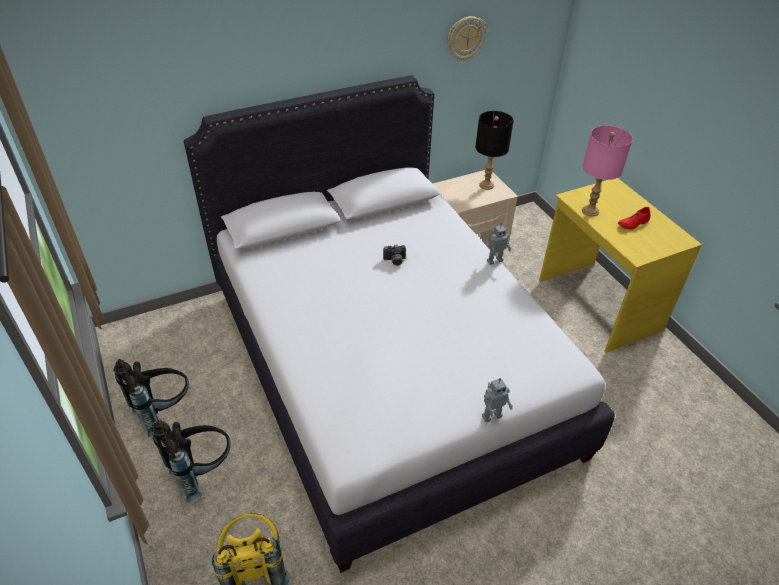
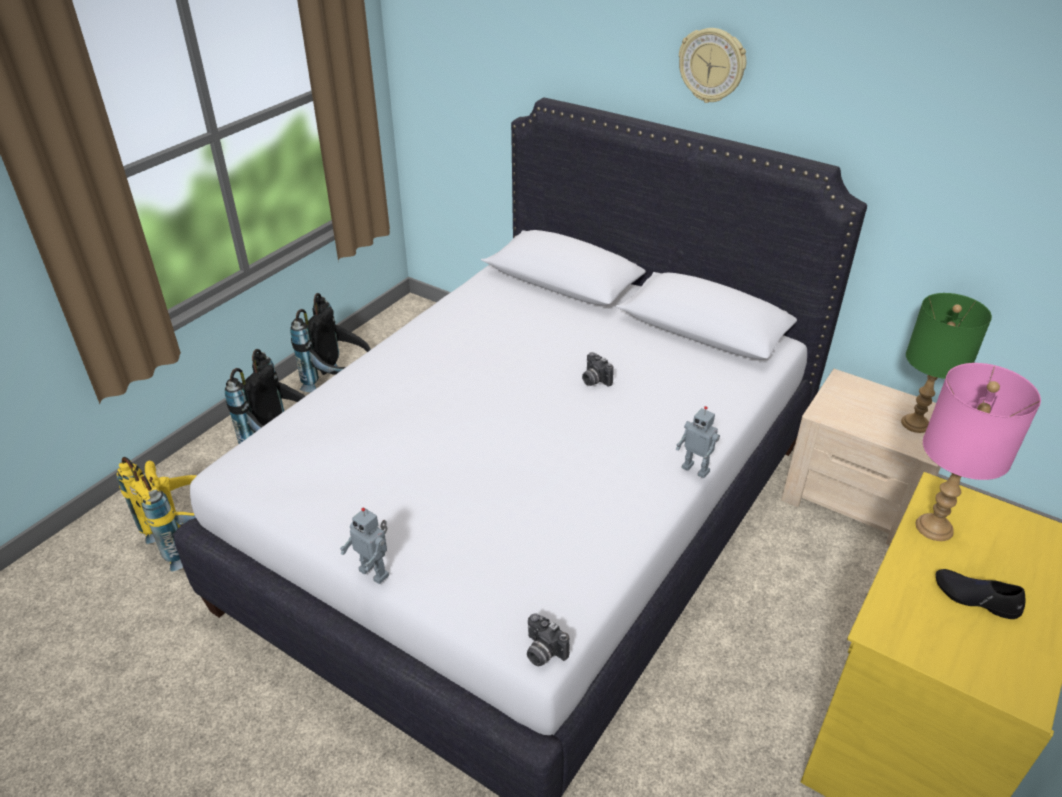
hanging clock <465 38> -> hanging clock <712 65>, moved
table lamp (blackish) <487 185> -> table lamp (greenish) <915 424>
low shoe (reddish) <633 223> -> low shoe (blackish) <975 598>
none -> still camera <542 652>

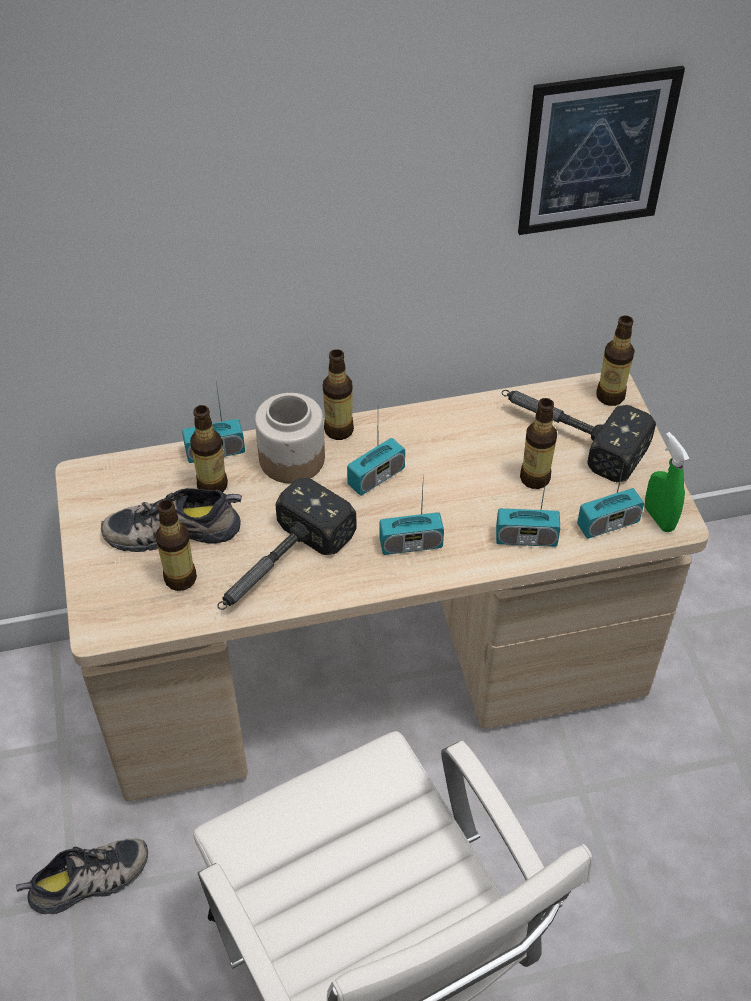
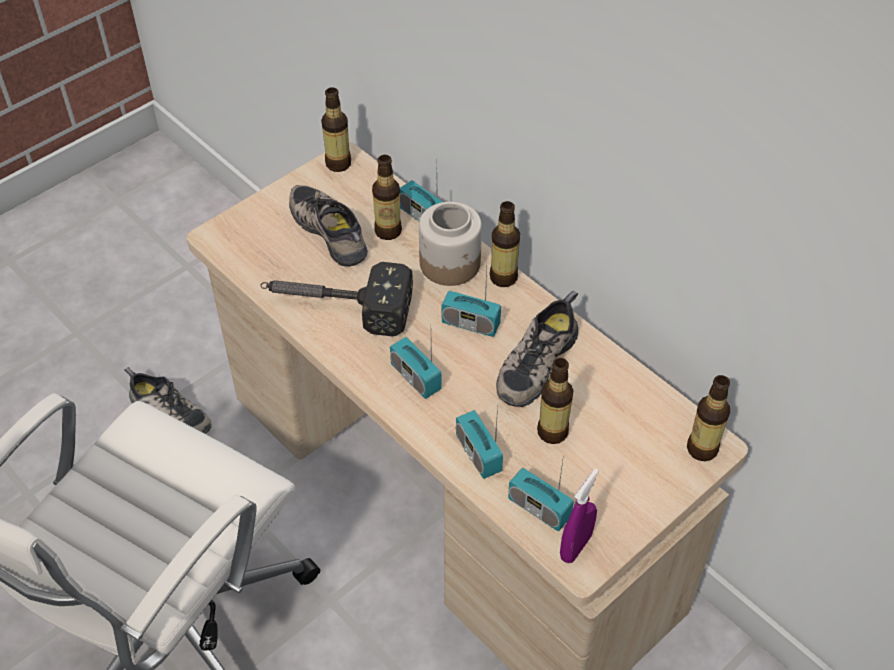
bottle <180 578> -> bottle <338 164>, moved
tool hammer <567 435> -> none
wall picture <596 152> -> none
sprayer (greenish) <659 518> -> sprayer (purple-coloured) <575 547>
none -> low shoe <535 361>

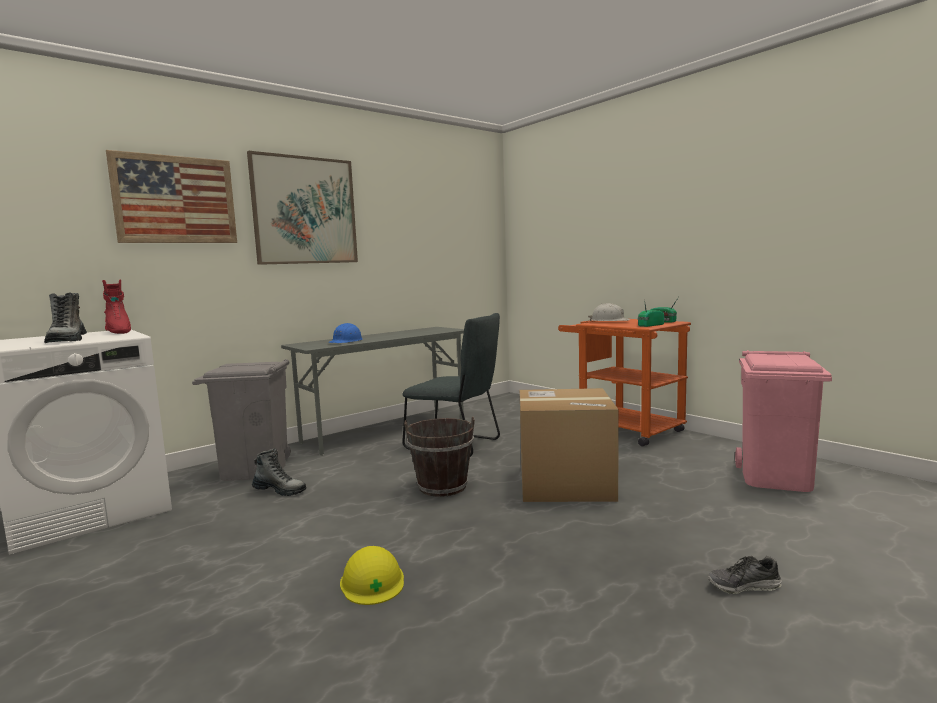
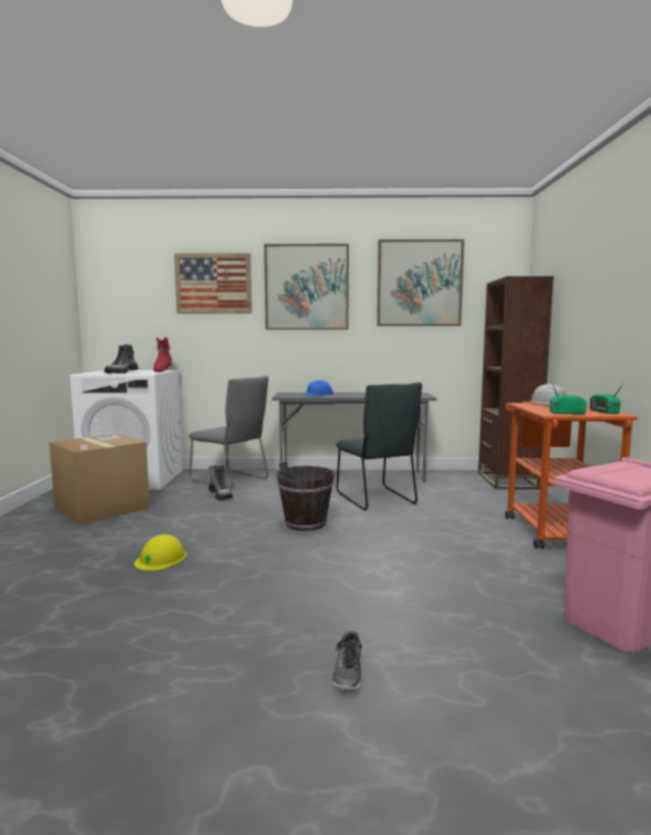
waste bin (gray) <254 470> -> plain chair (gray) <231 480>
carton <565 483> -> carton <102 508>, moved
low shoe <744 586> -> low shoe <348 674>, 120 degrees counterclockwise
none -> wall picture <419 283>
none -> bookcase (brown) <507 480>

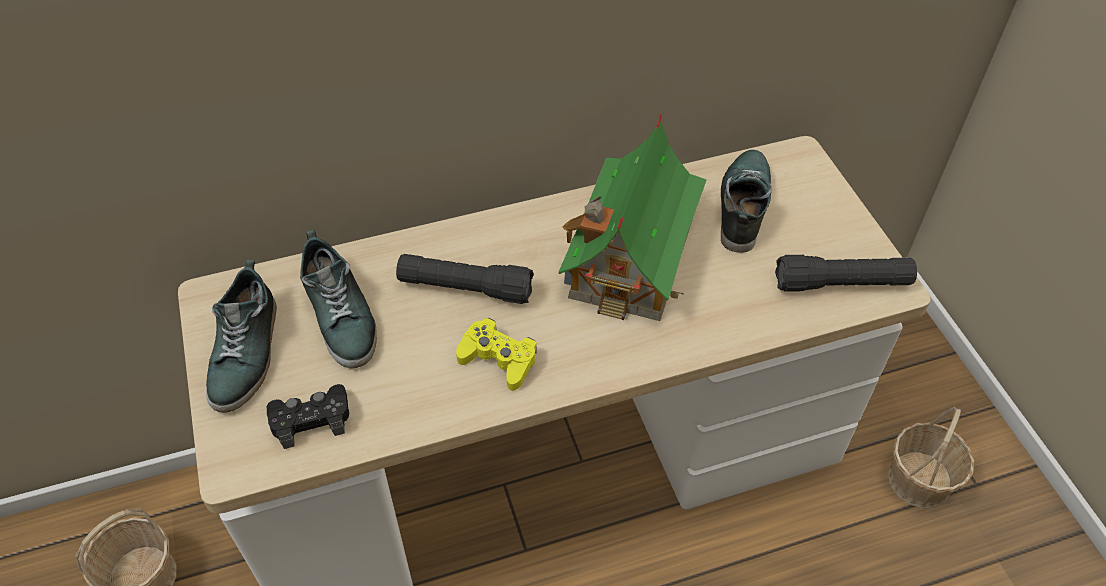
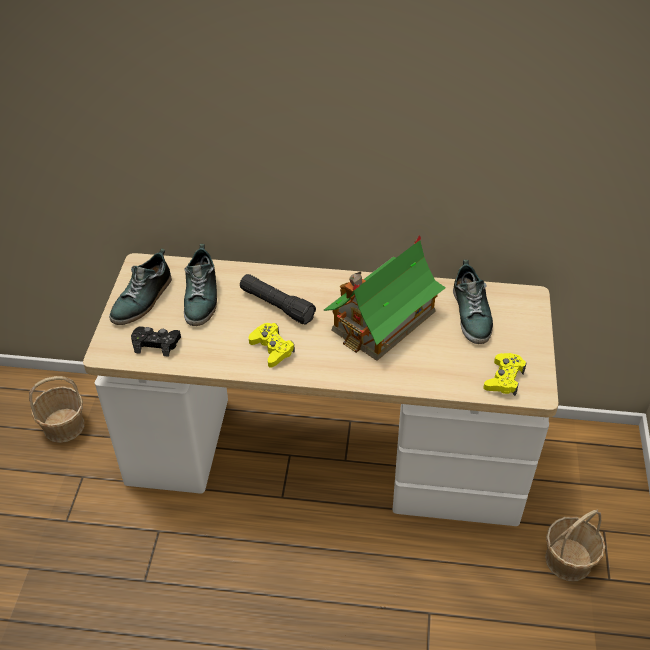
low shoe <742 205> -> low shoe <472 314>, 135 degrees clockwise
hand torch (blackish) <841 284> -> joypad (yellow) <504 379>

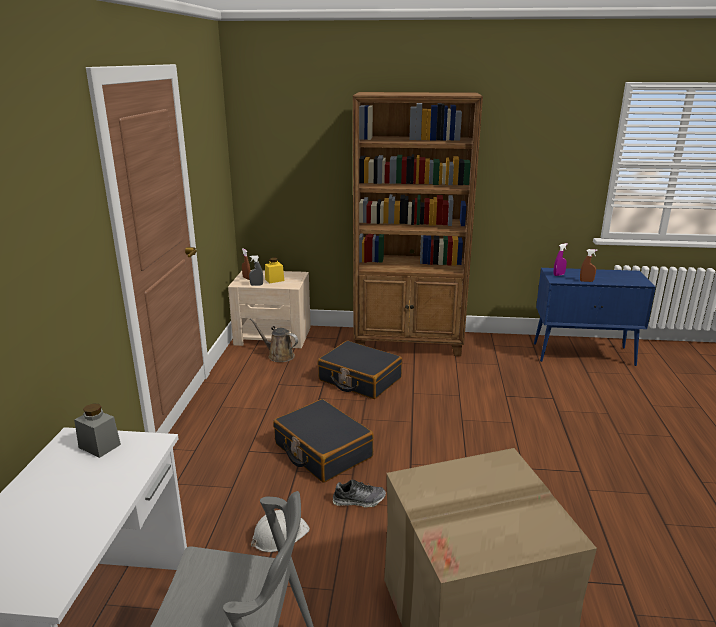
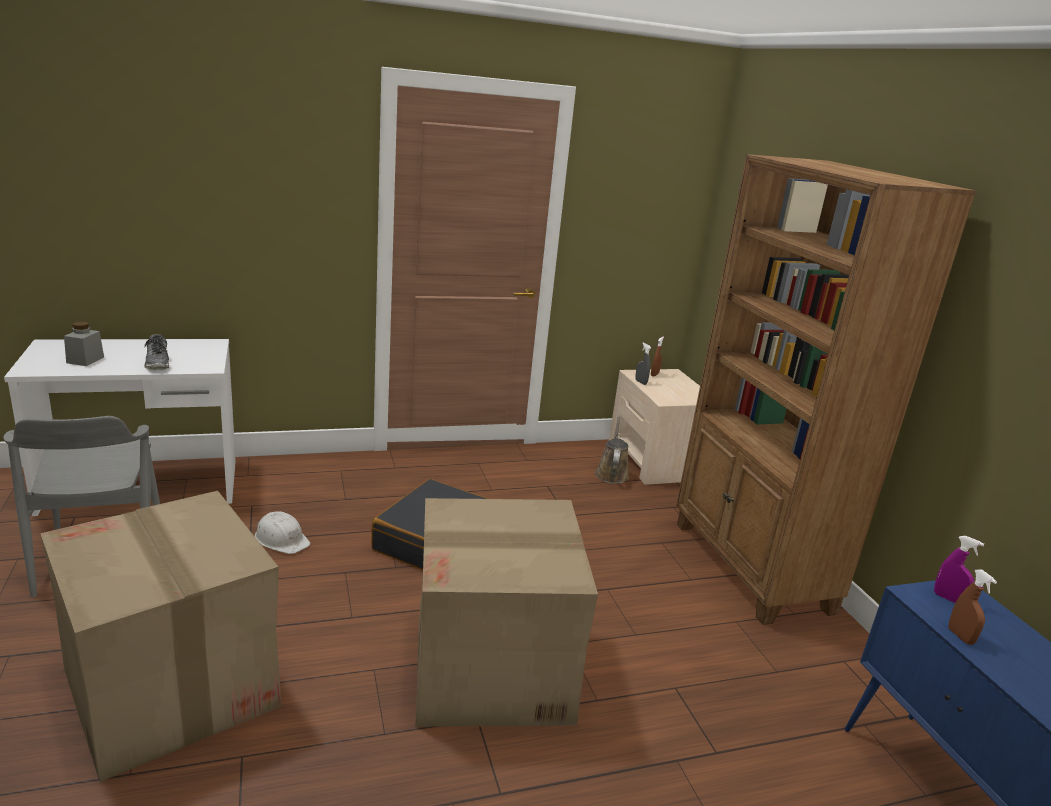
storage jar (gray) <99 446> -> storage jar (gray) <85 360>, moved
storage jar (yellow) <274 280> -> none
travel case (blackish) <359 379> -> none
low shoe <359 500> -> low shoe <158 363>, moved
none -> carton <493 668>

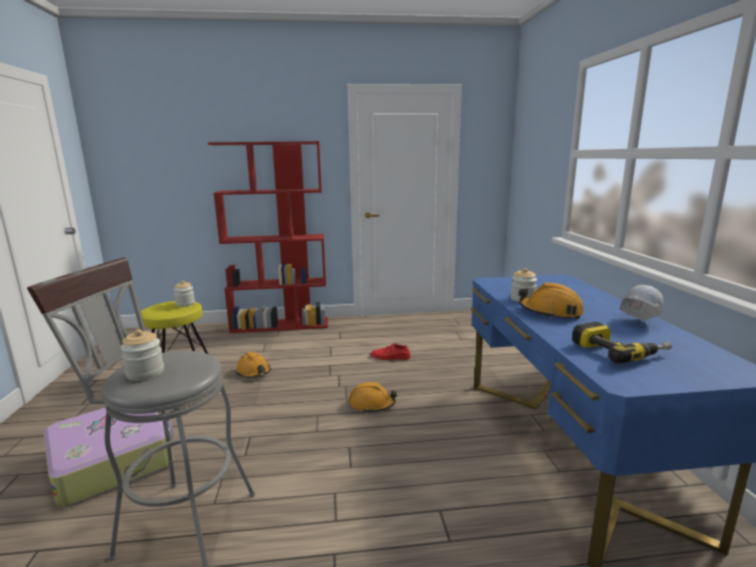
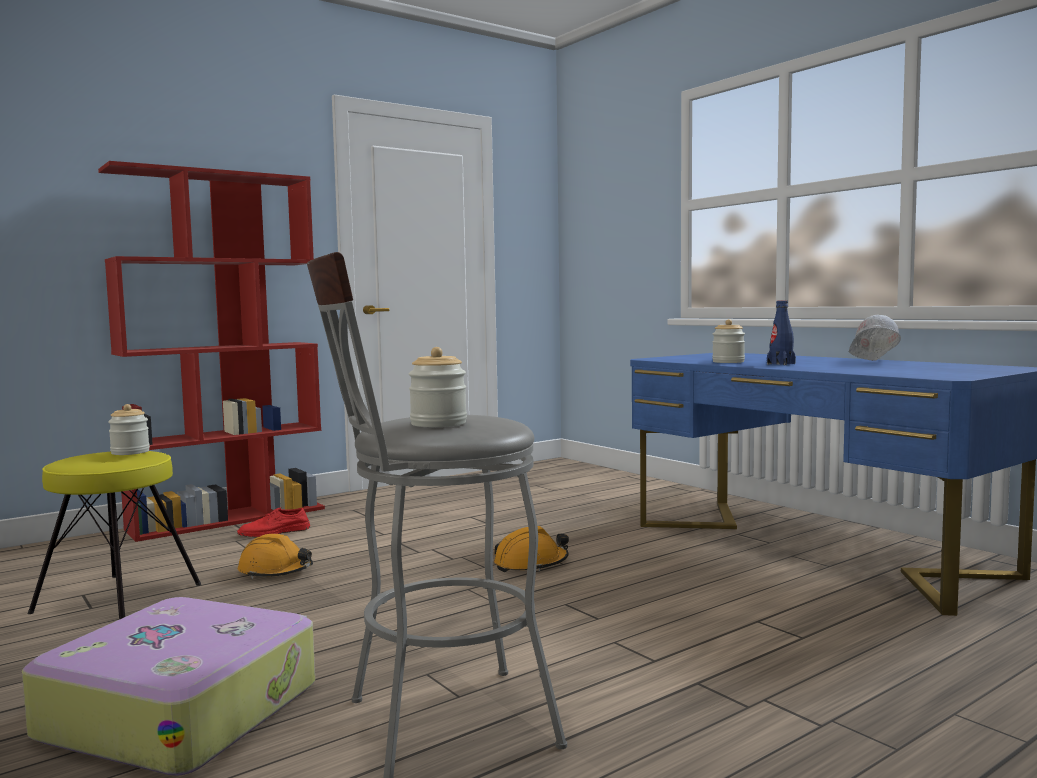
low shoe (reddish) <390 357> -> low shoe (reddish) <274 532>, moved
work helmet (orangey) <550 312> -> bottle (blue-coloured) <781 364>
electric drill <619 351> -> none

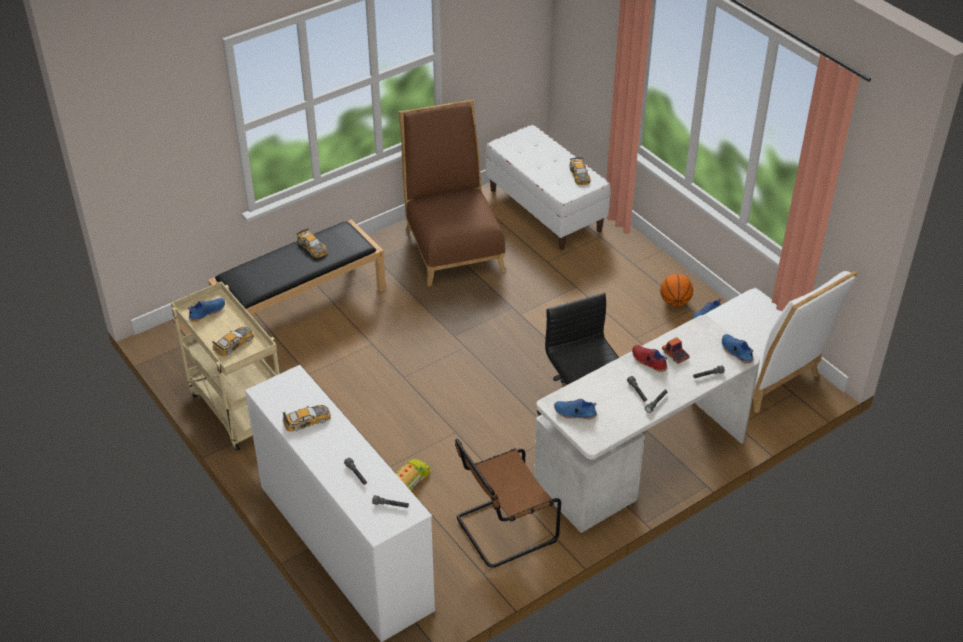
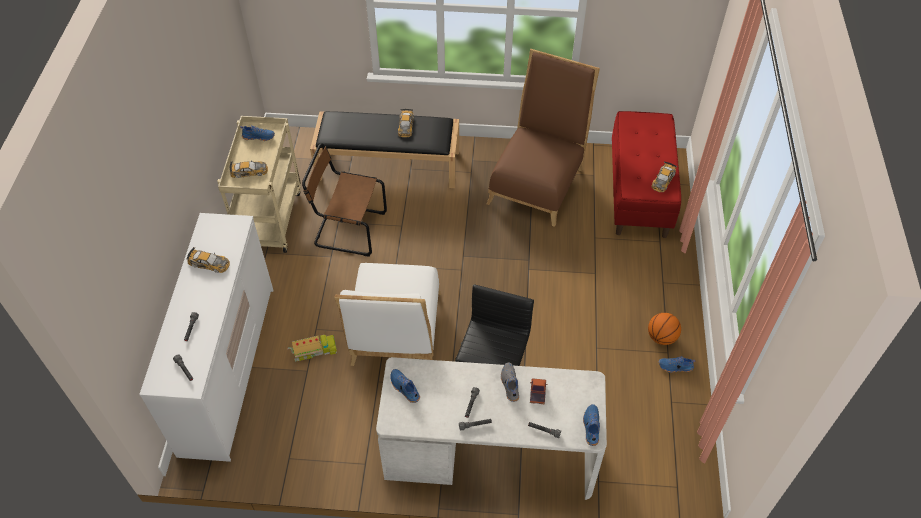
plain chair (brown) <502 530> -> plain chair (brown) <347 229>, moved
indoor bench (whitish) <545 210> -> indoor bench (reddish) <639 193>
low shoe (reddish) <648 362> -> low shoe (gray) <509 384>
plain chair (whitish) <758 370> -> plain chair (whitish) <395 334>, moved

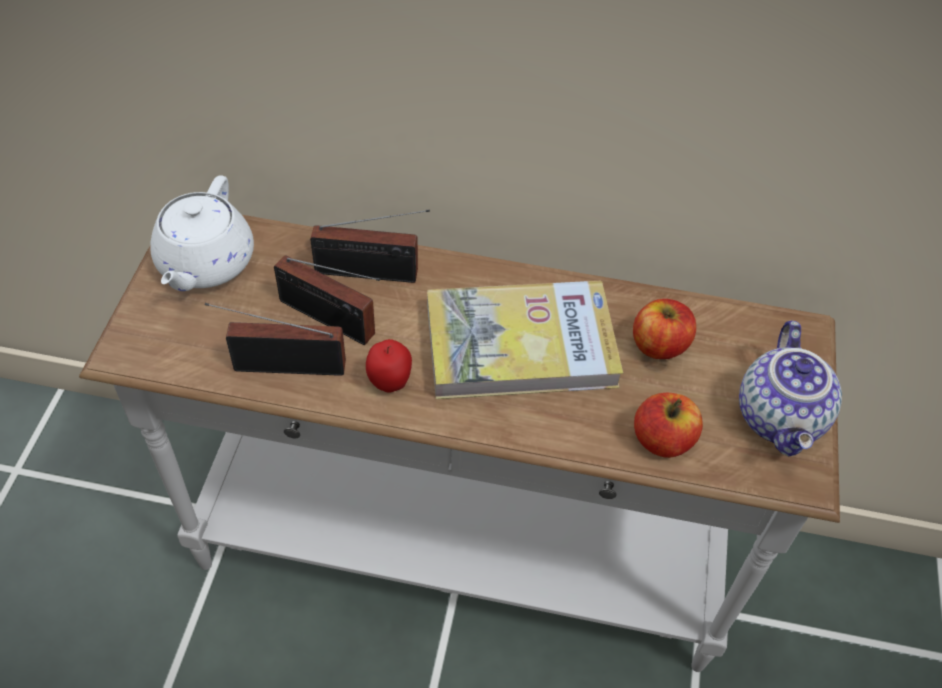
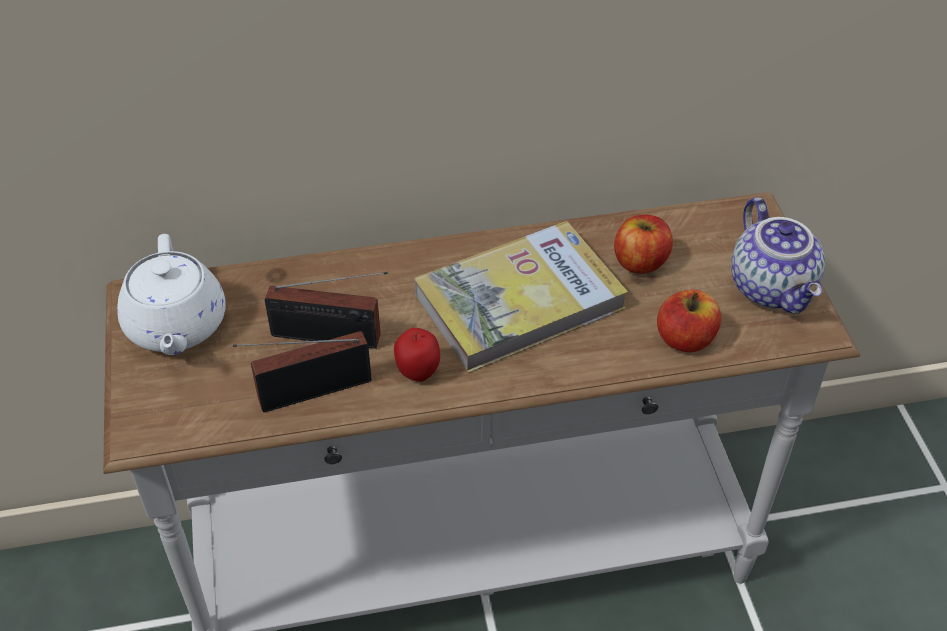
radio receiver <372 273> -> none

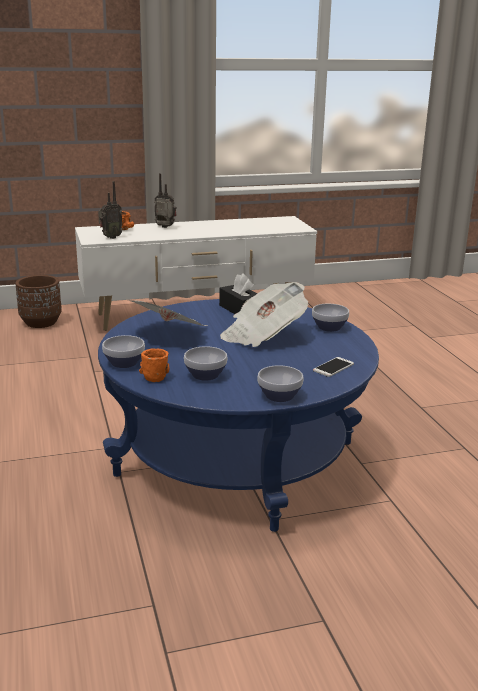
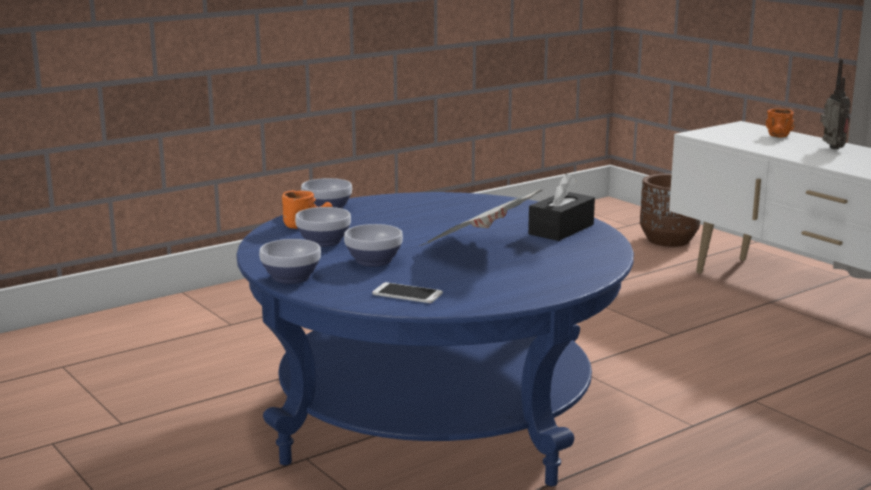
radio receiver <110 237> -> none
printed paper <170 335> -> none
bowl <330 328> -> bowl <373 262>, moved

